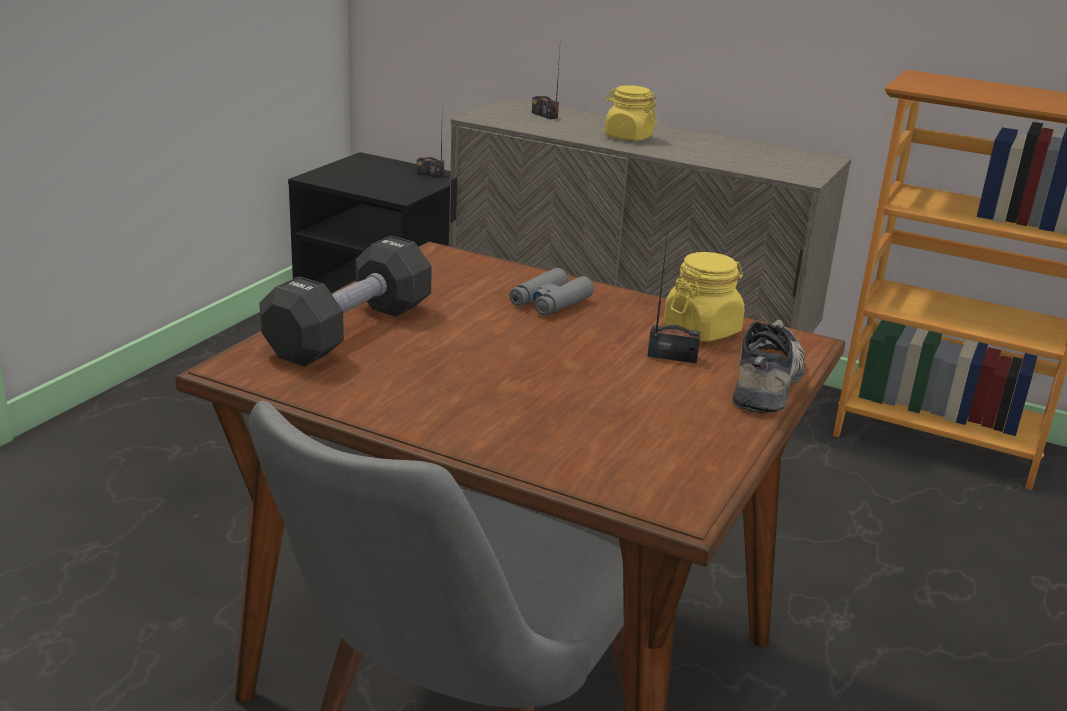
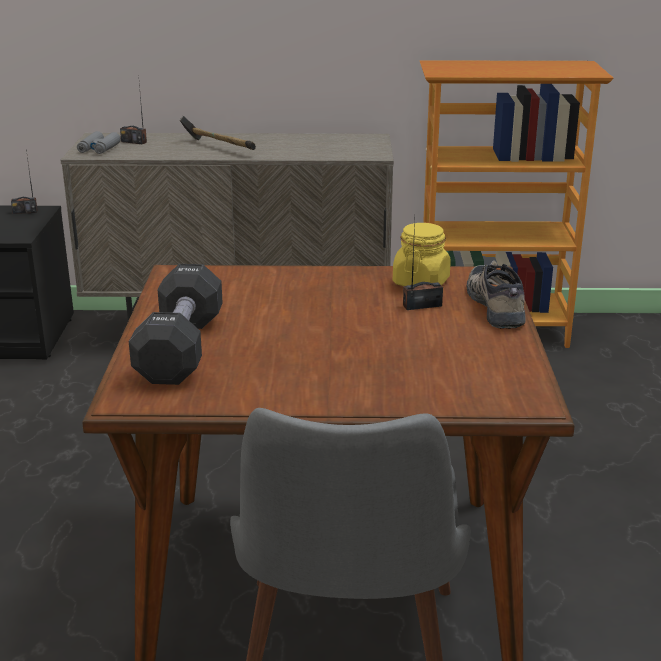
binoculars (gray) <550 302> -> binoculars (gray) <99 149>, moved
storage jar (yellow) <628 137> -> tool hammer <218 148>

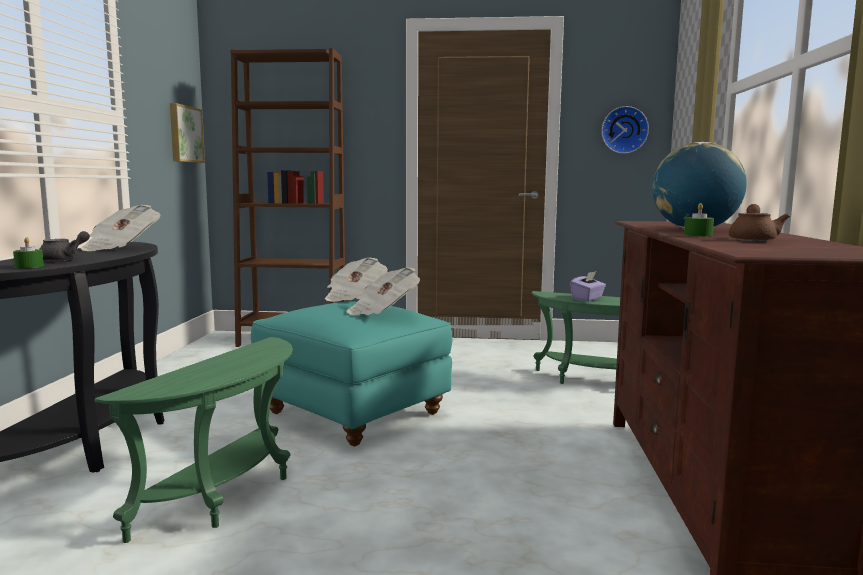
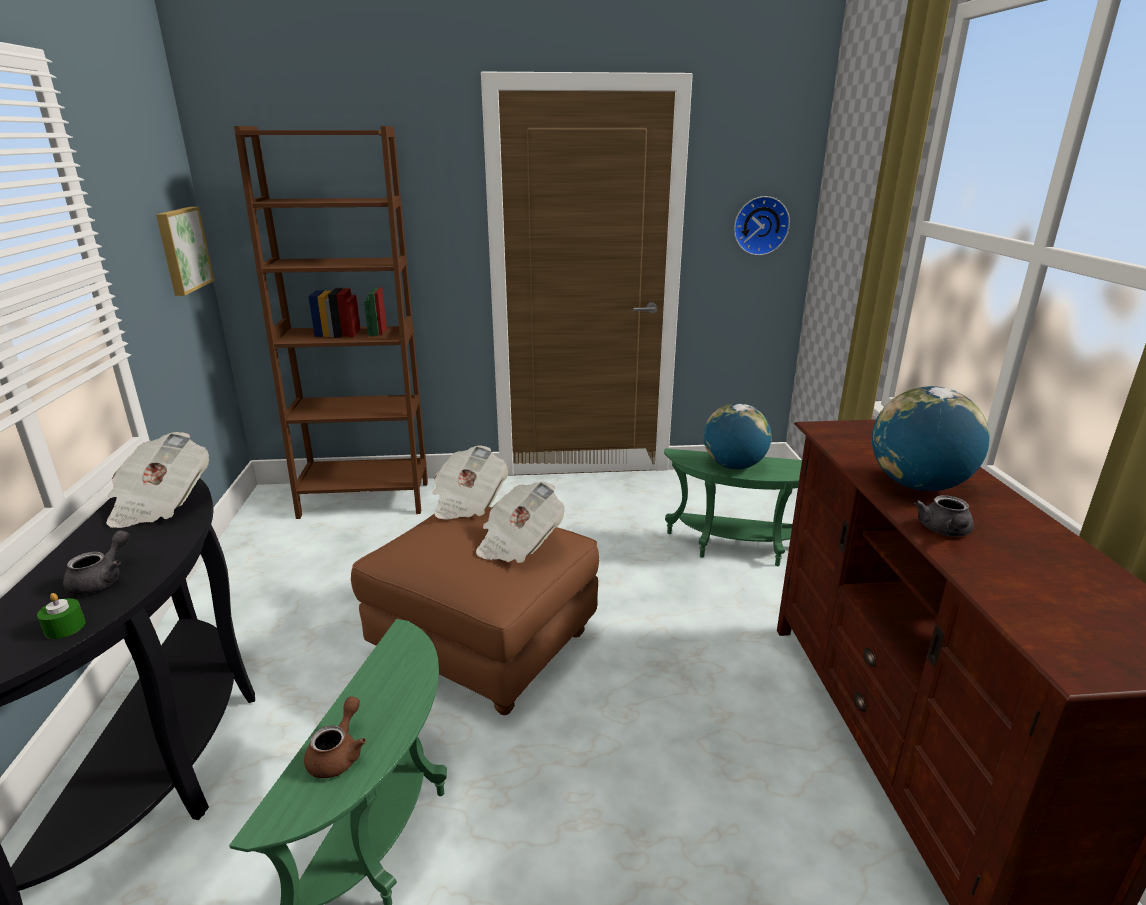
ottoman (blue-green) <352 413> -> ottoman (brown) <483 647>
tissue holder (purple-coloured) <587 299> -> globe <733 466>
wax light (greenish) <698 235> -> tea pot (gray) <944 531>
tea pot (brown) <753 239> -> tea pot (brown) <338 754>, moved

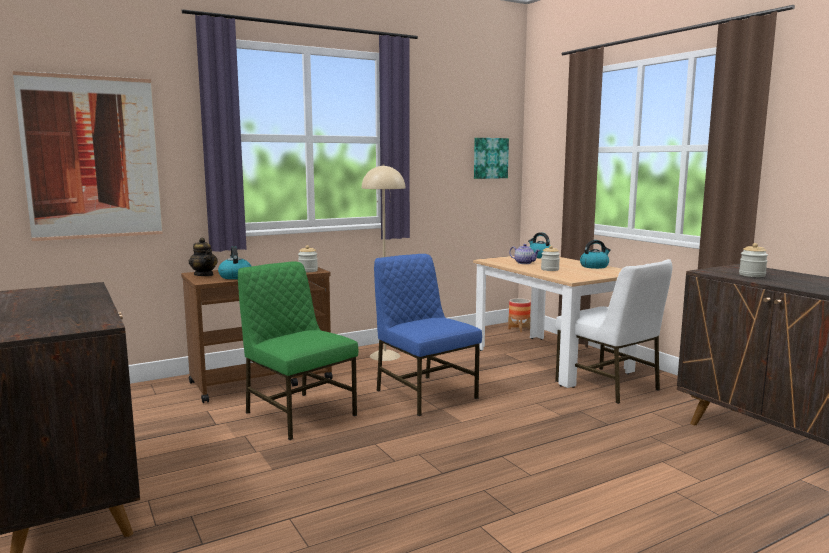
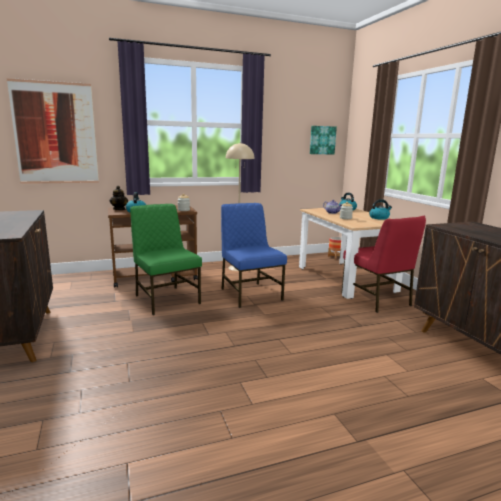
plain chair (whitish) <609 385> -> plain chair (reddish) <377 299>
storage jar <752 275> -> none

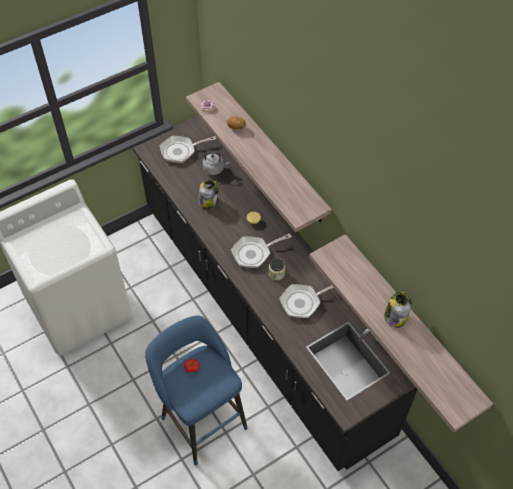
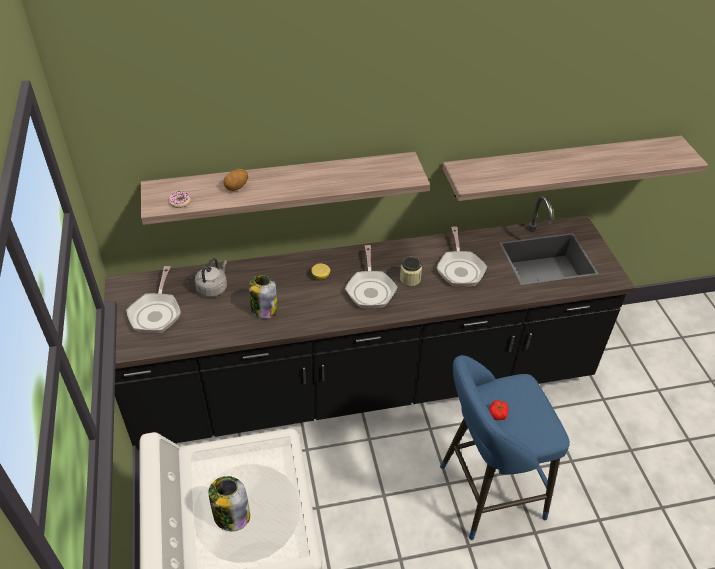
storage jar <395 317> -> storage jar <231 515>, moved

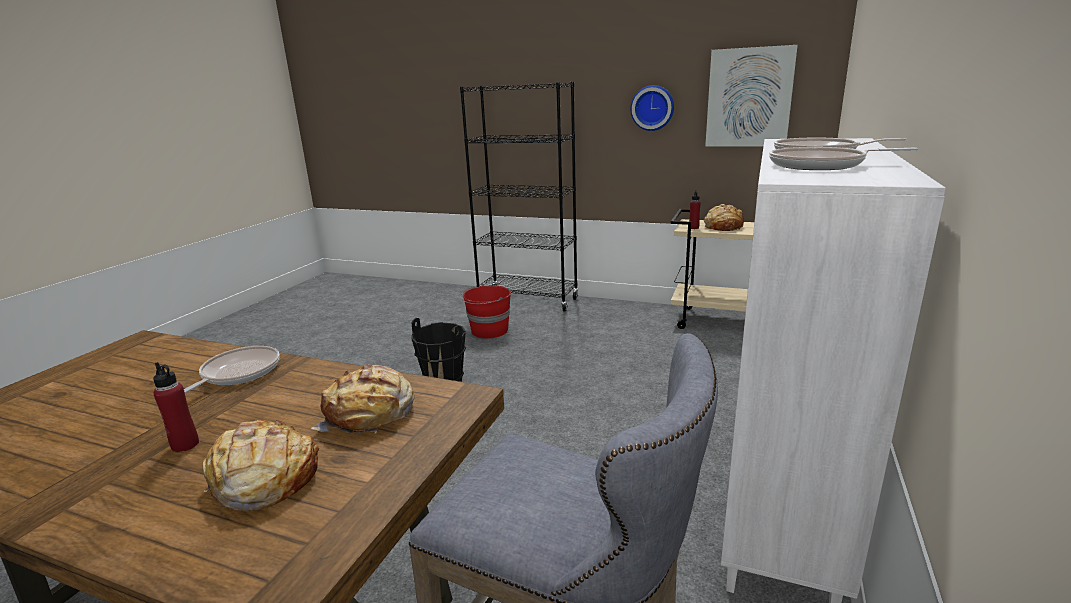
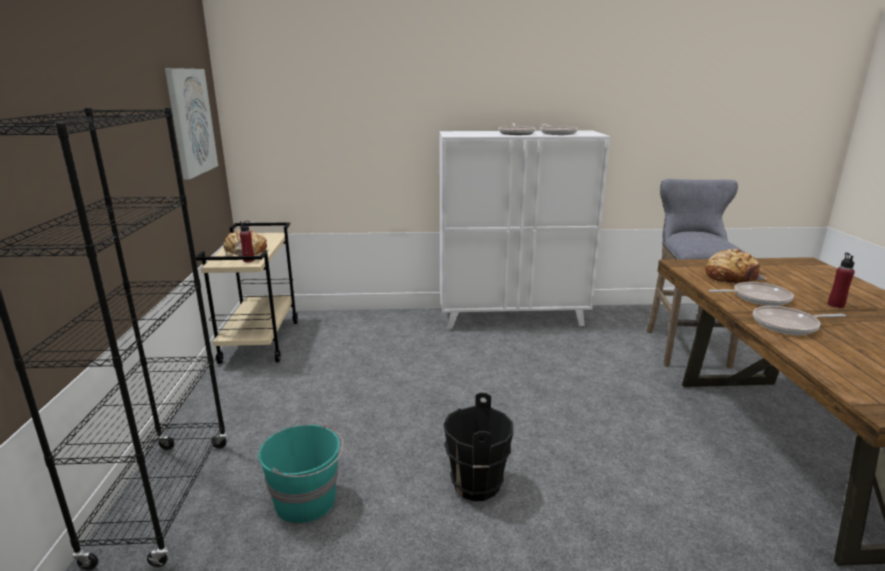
baked bread <264 479> -> none
water bucket (reddish) <489 331> -> water bucket (blue-green) <307 501>
hanging clock <652 108> -> none
none -> skillet <757 298>

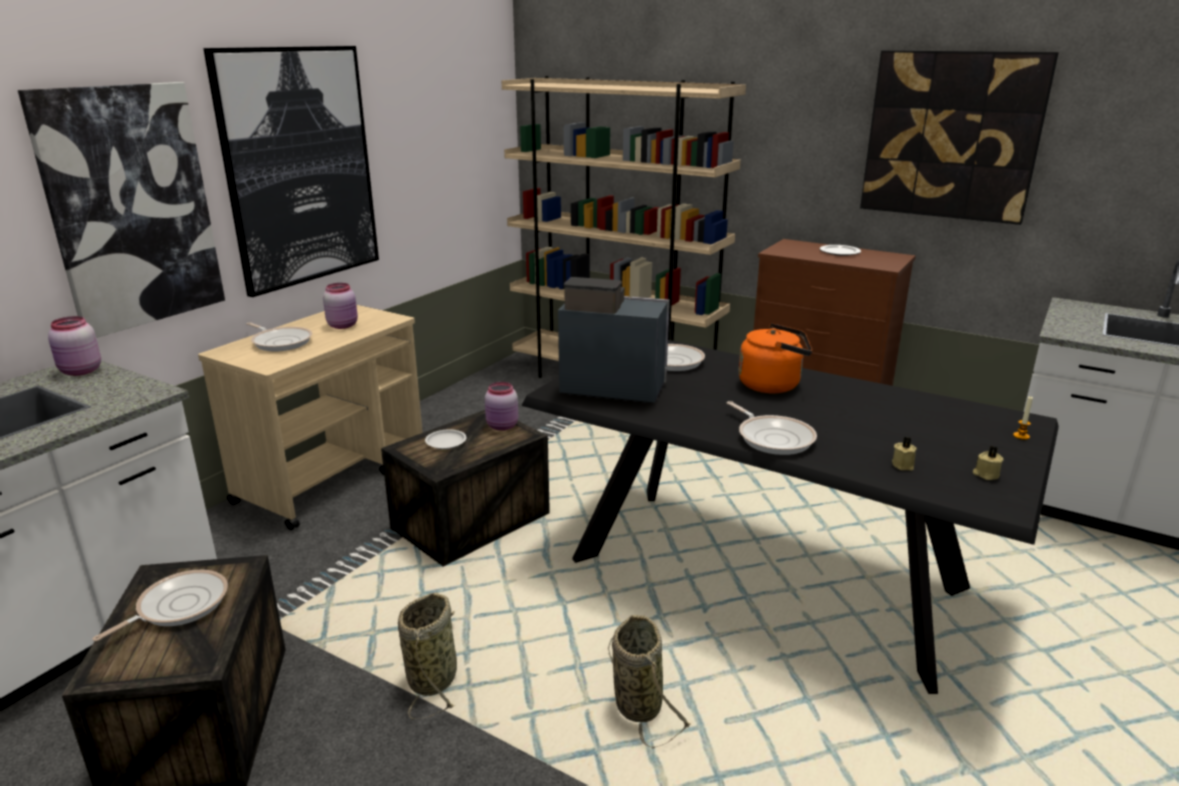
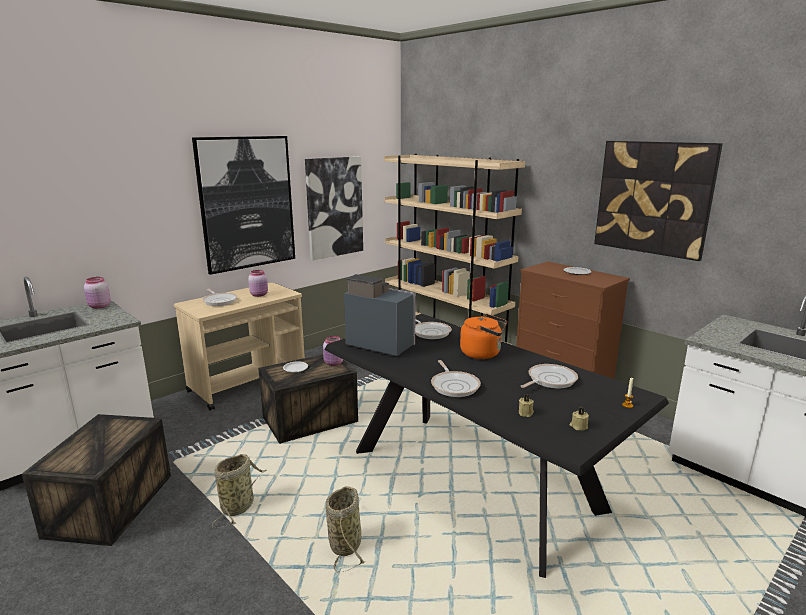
wall picture <131 208> -> wall picture <334 207>, moved
skillet <178 606> -> skillet <549 380>, moved

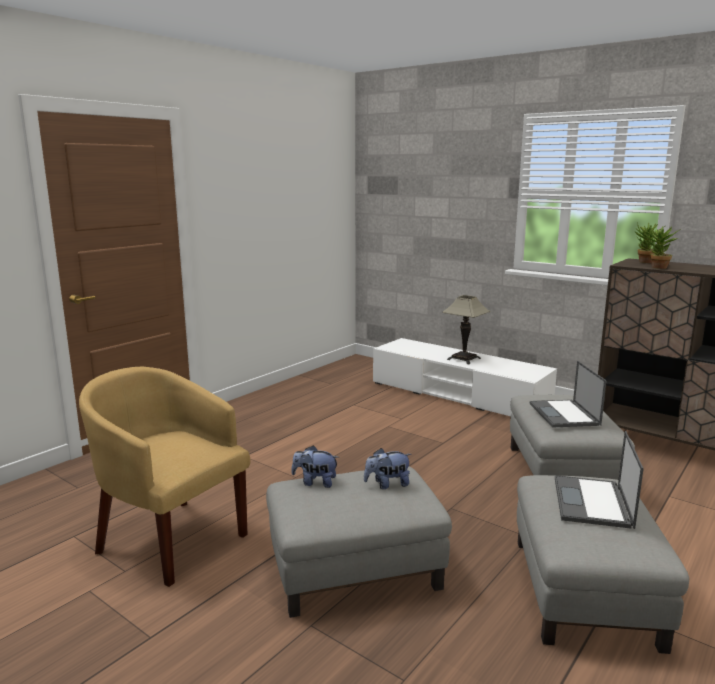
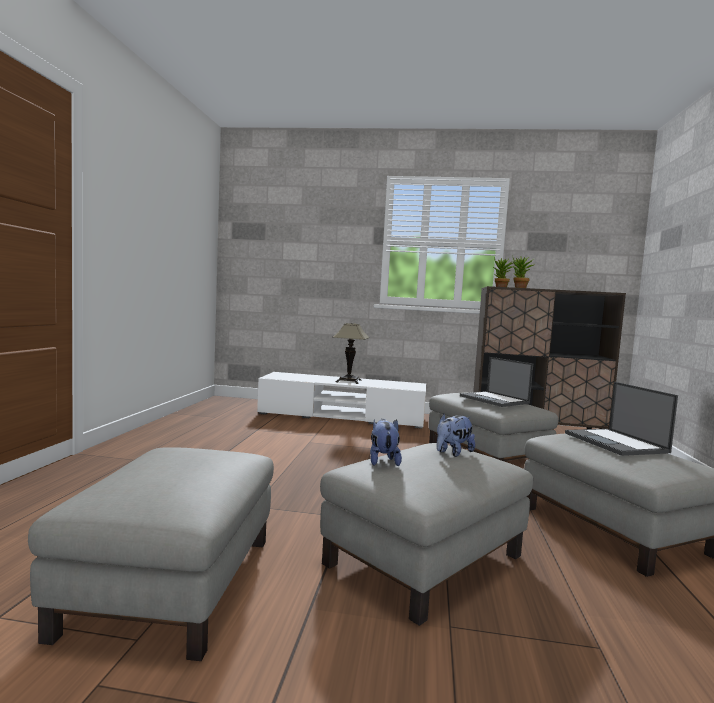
easy chair (yellow) <170 539> -> ottoman (gray) <172 583>
plush toy <315 482> -> plush toy <383 461>, 105 degrees clockwise

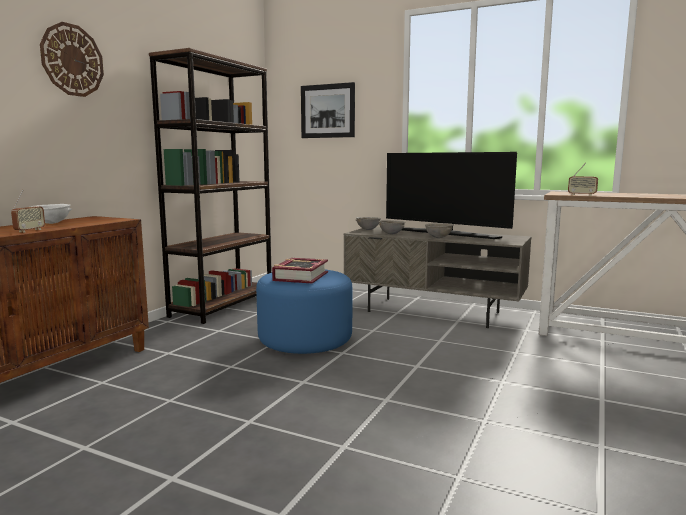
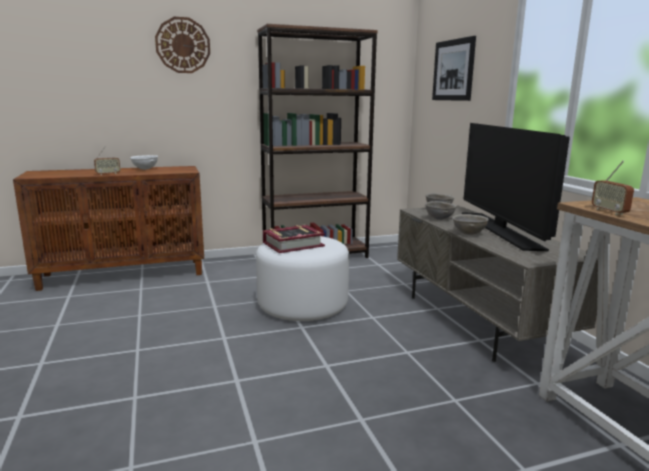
ottoman (blue-coloured) <305 340> -> ottoman (whitish) <302 305>

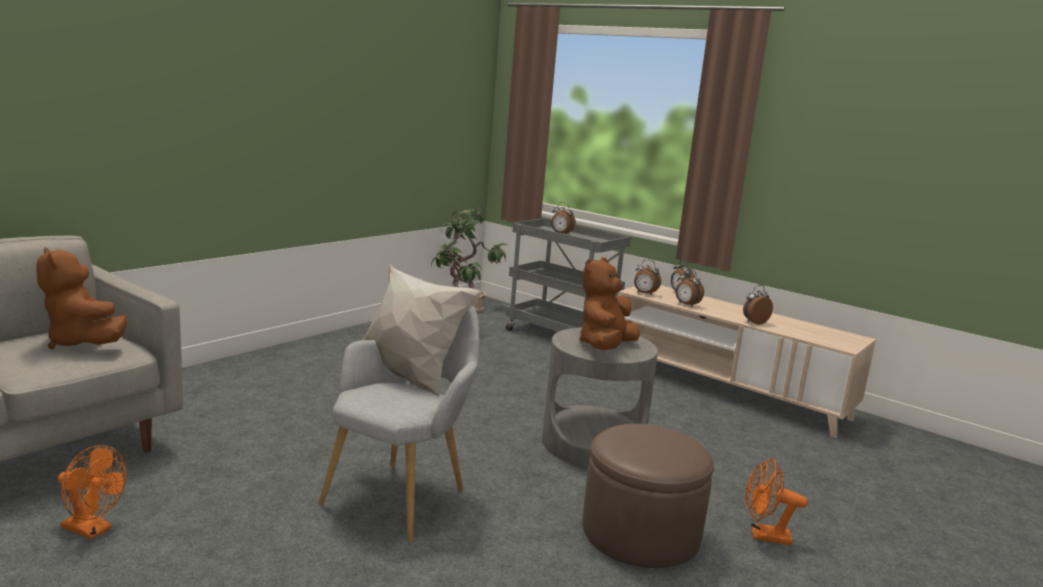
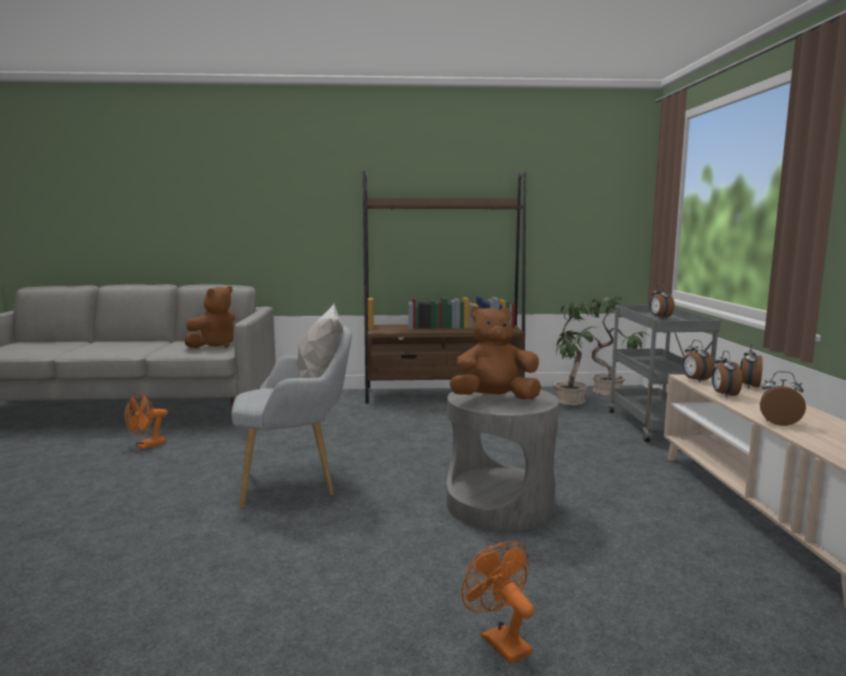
plush toy (brown) <83 343> -> plush toy (brown) <215 345>, 150 degrees counterclockwise
cooling fan (orangey) <93 530> -> cooling fan (orangey) <147 446>, 60 degrees clockwise
ottoman (brown) <640 533> -> none
none -> bookcase (brown) <444 395>

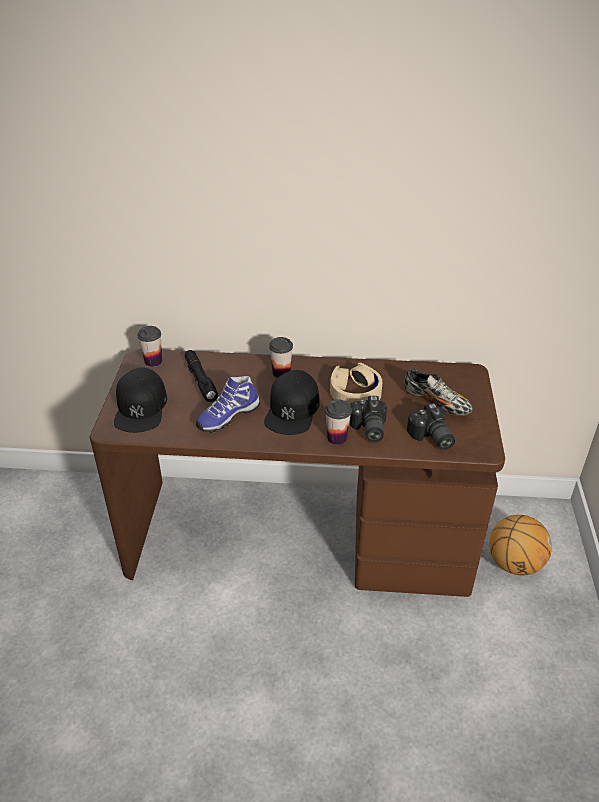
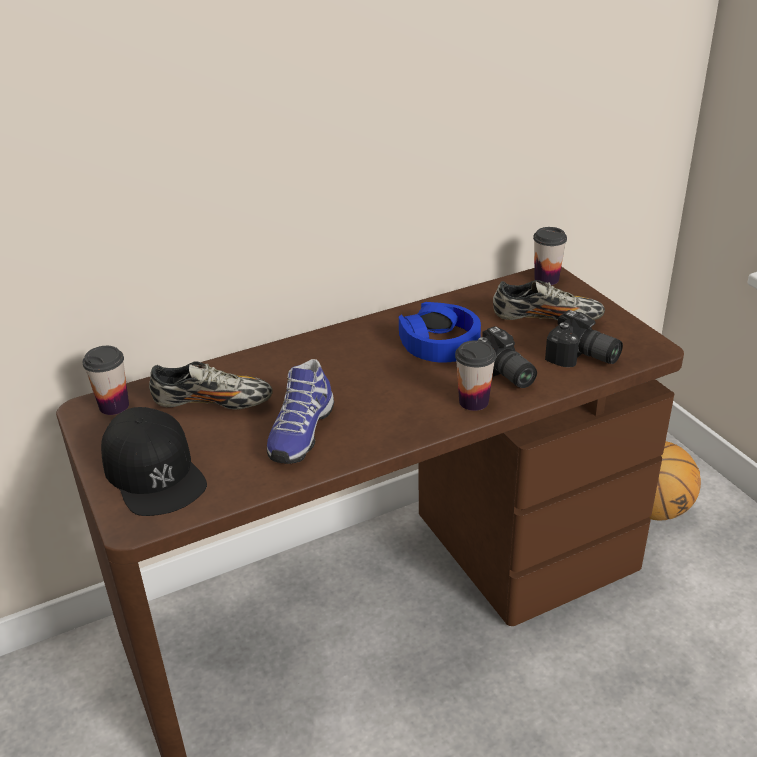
hand torch (blackish) <200 380> -> low shoe <213 403>
peaked cap (blackish) <292 409> -> none
drinking cup <281 373> -> drinking cup <546 279>, moved
pair of headphones (beige-coloured) <355 392> -> pair of headphones (blue-coloured) <440 342>

